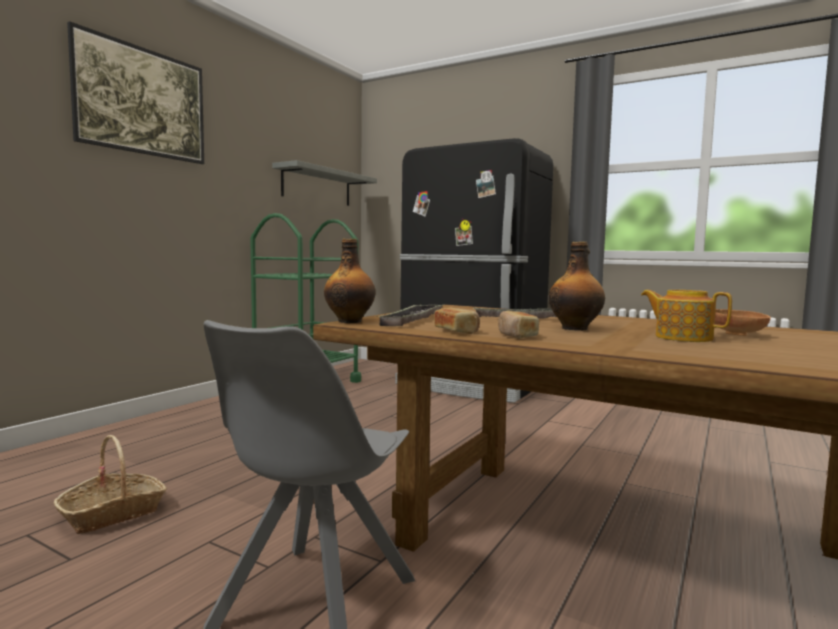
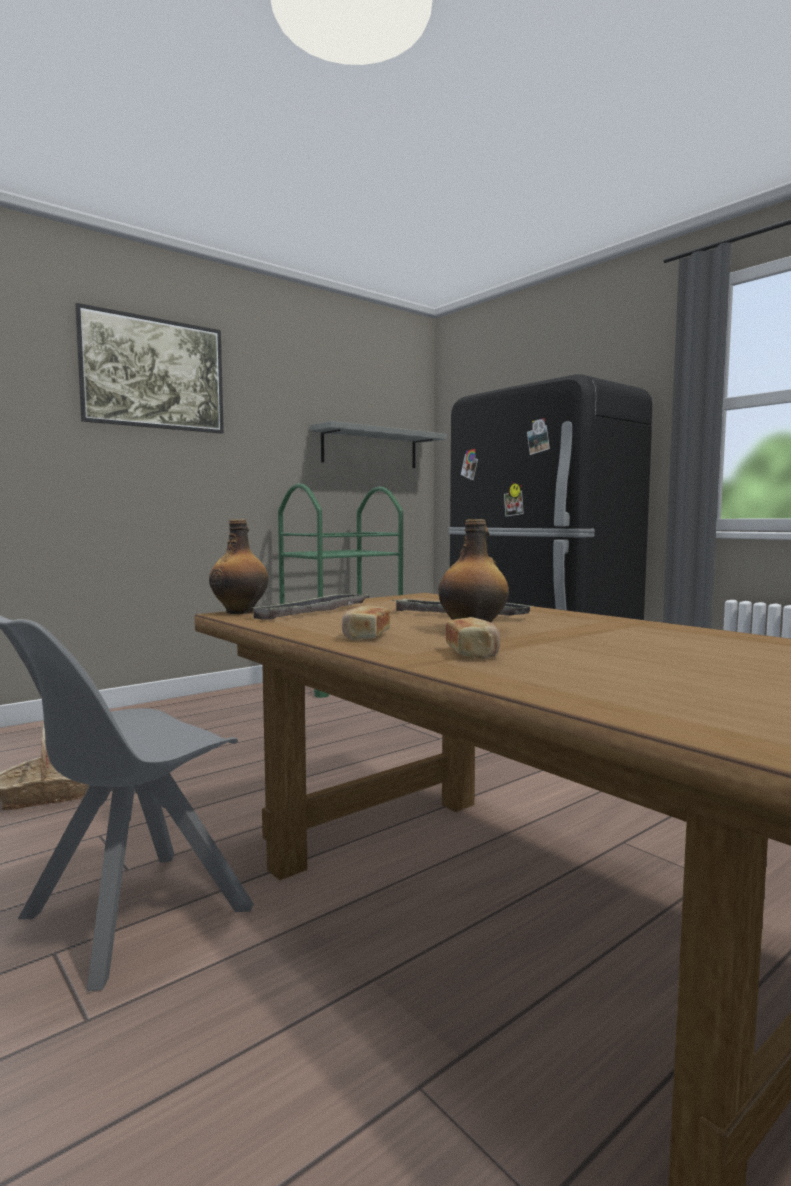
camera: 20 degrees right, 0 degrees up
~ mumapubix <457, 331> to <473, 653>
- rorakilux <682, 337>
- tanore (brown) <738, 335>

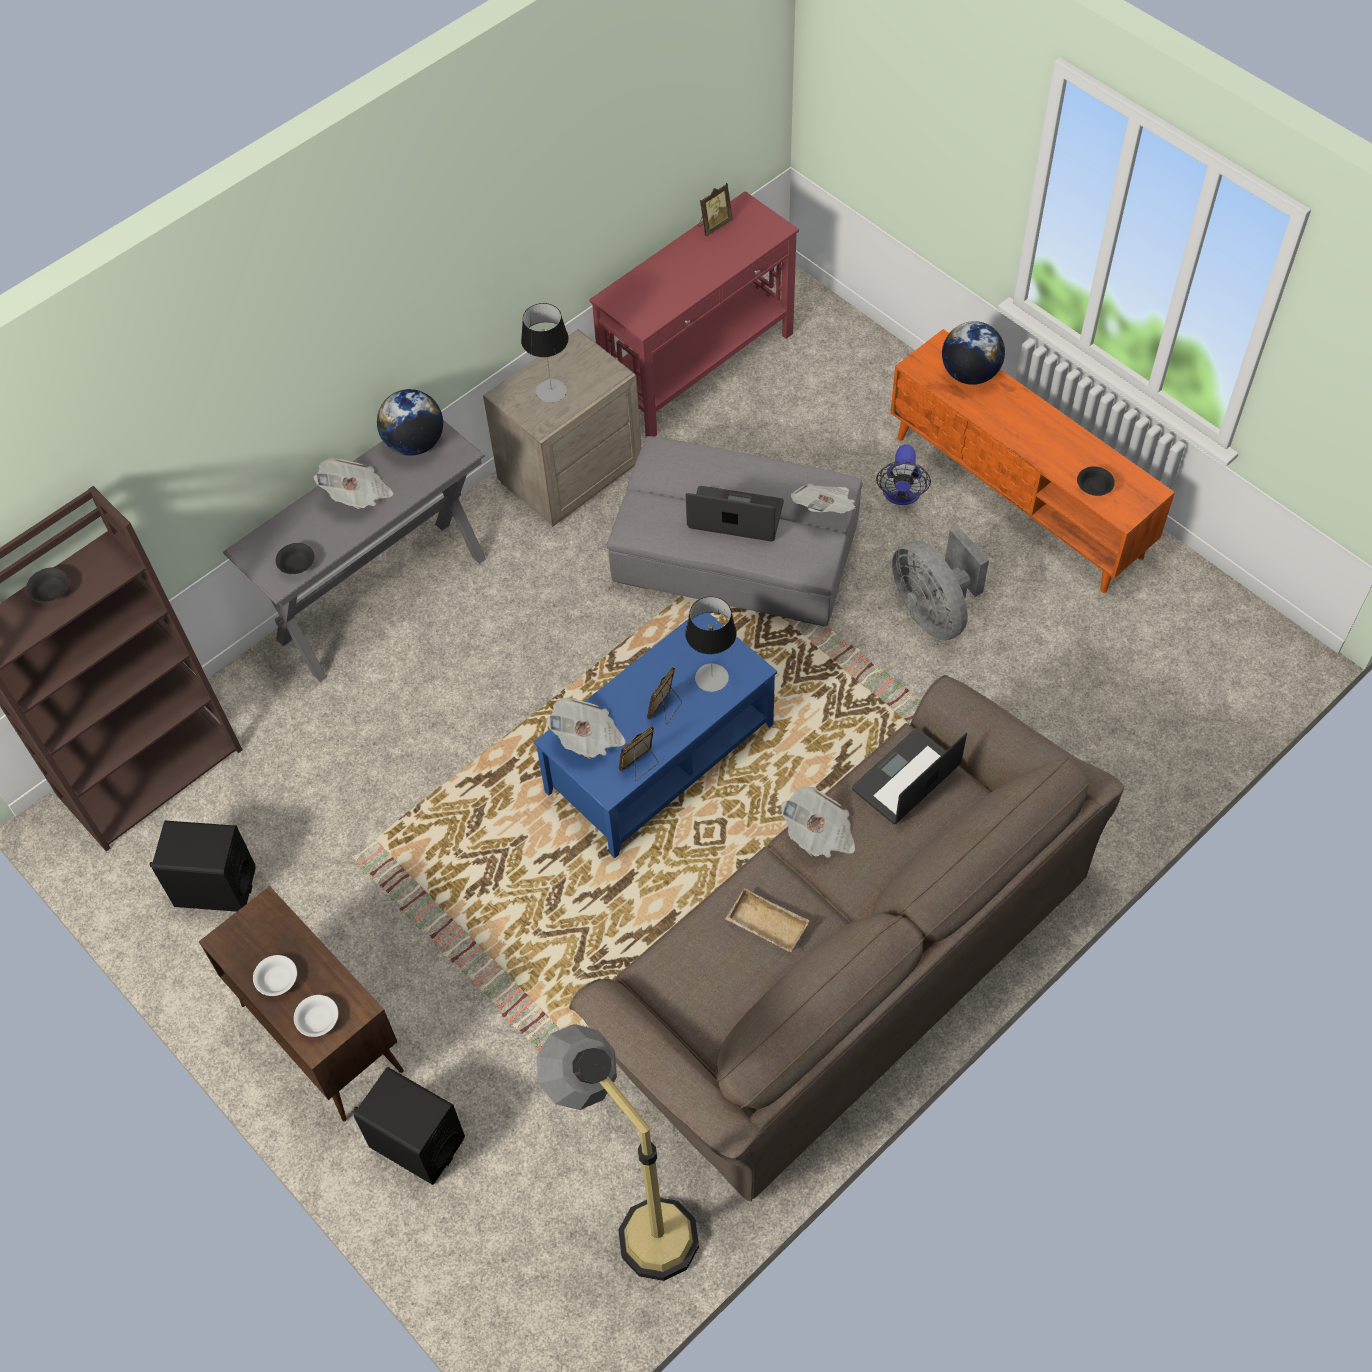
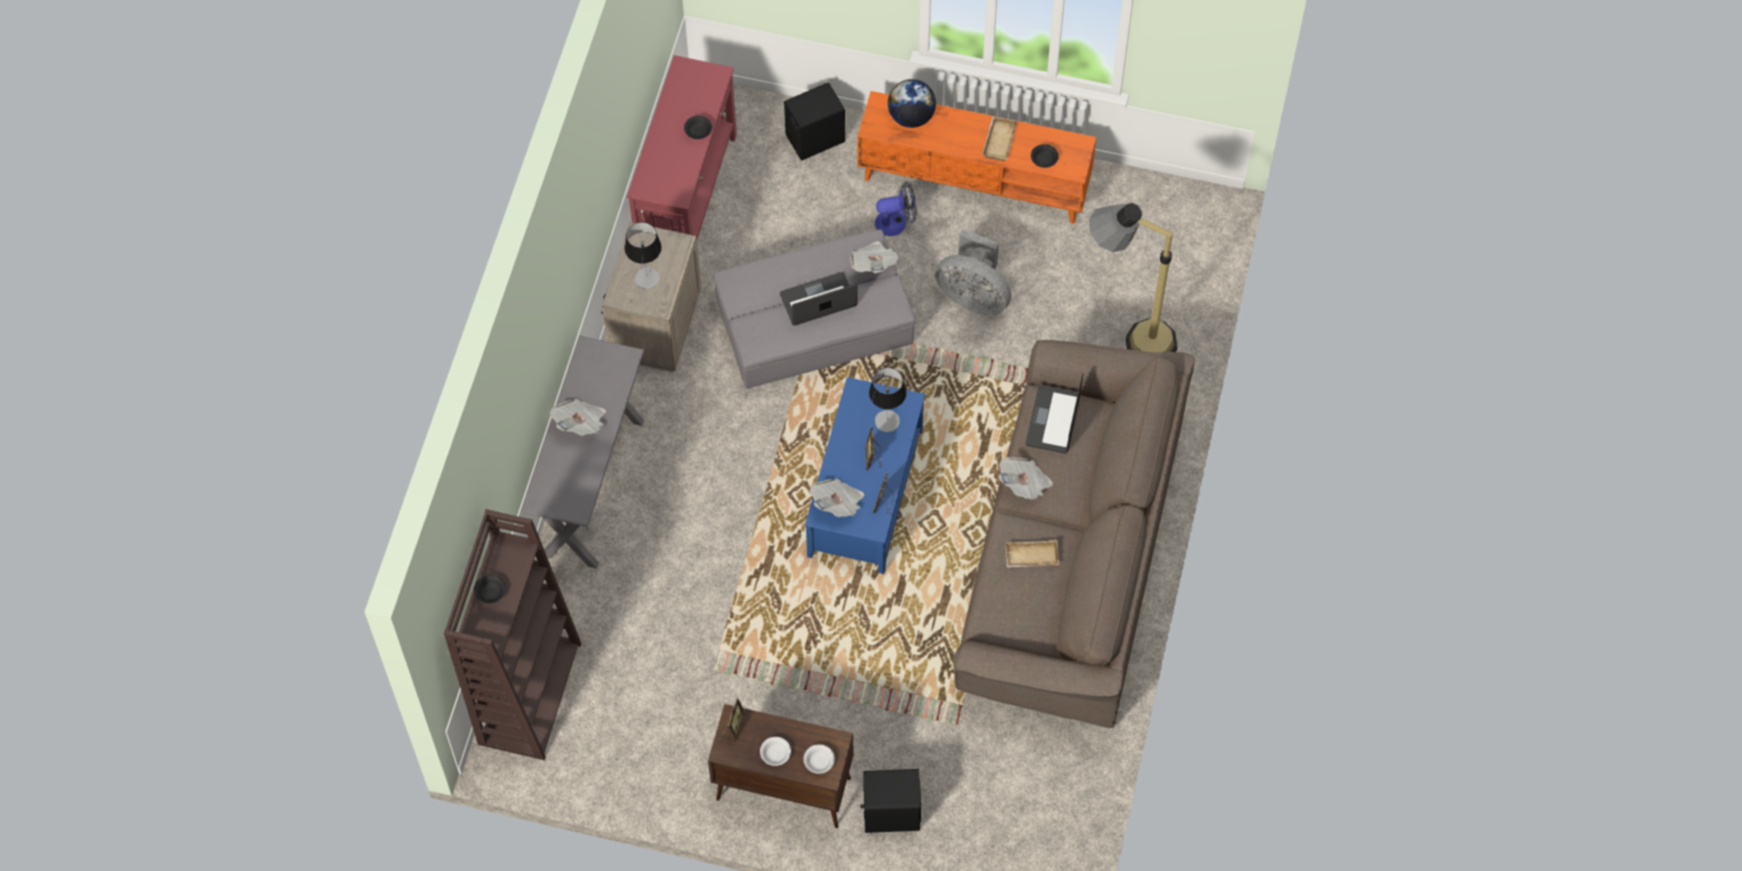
camera: 35 degrees left, 5 degrees up
~ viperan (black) <215, 887> to <814, 139>
~ tanore (black) <296, 565> to <698, 132>
- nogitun <414, 443>
~ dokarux <632, 1212> to <1127, 339>
~ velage <713, 225> to <733, 727>
~ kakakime <901, 495> = <896, 222> 75 degrees counterclockwise
+ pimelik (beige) <998, 140>

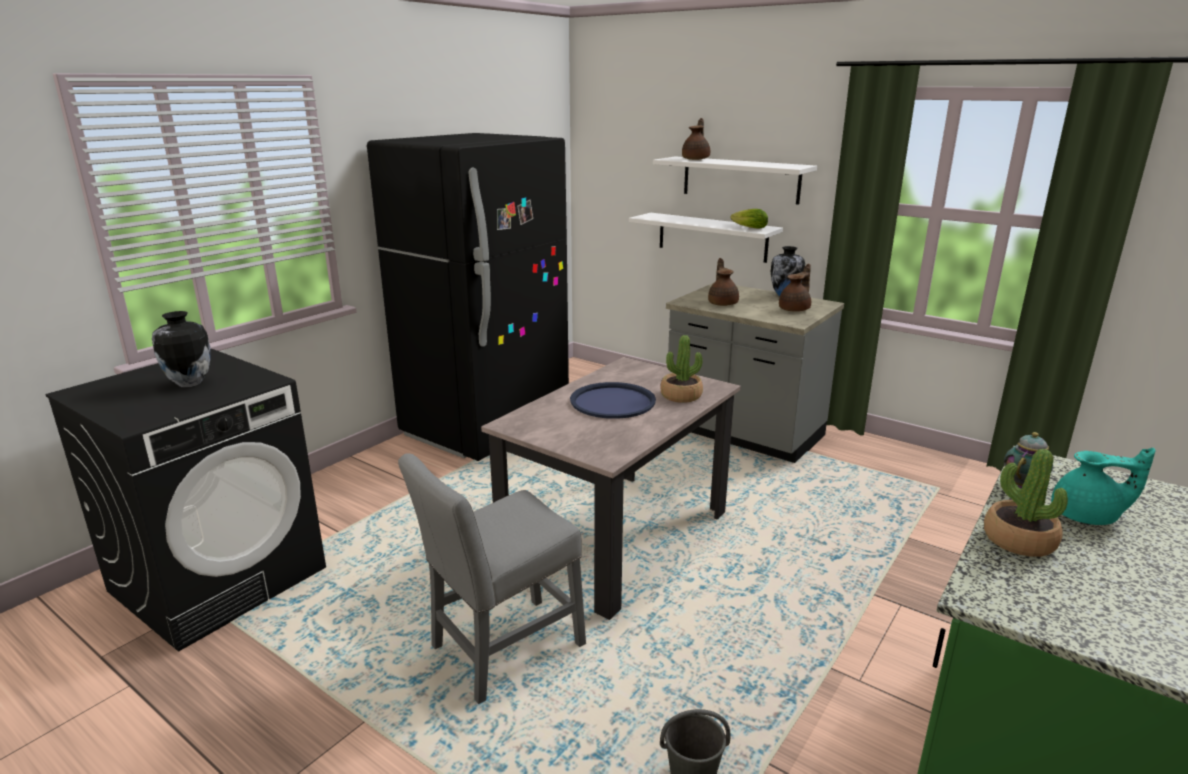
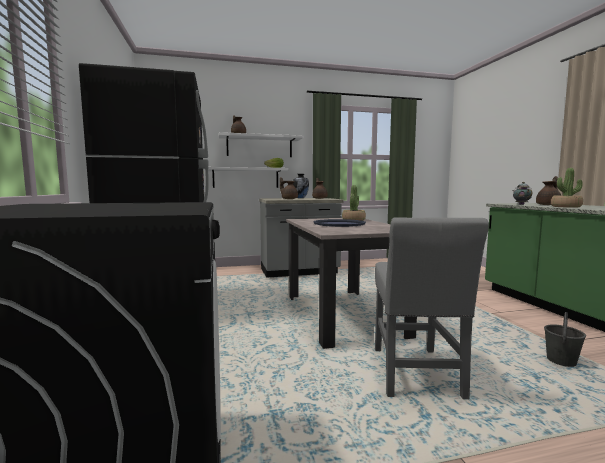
camera: 50 degrees left, 15 degrees down
- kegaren <189, 383>
~ rorakilux (turquoise) <1087, 516> to rorakilux (brown) <549, 205>

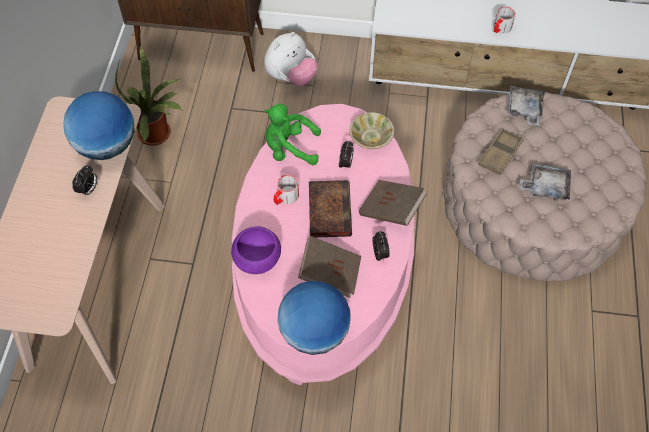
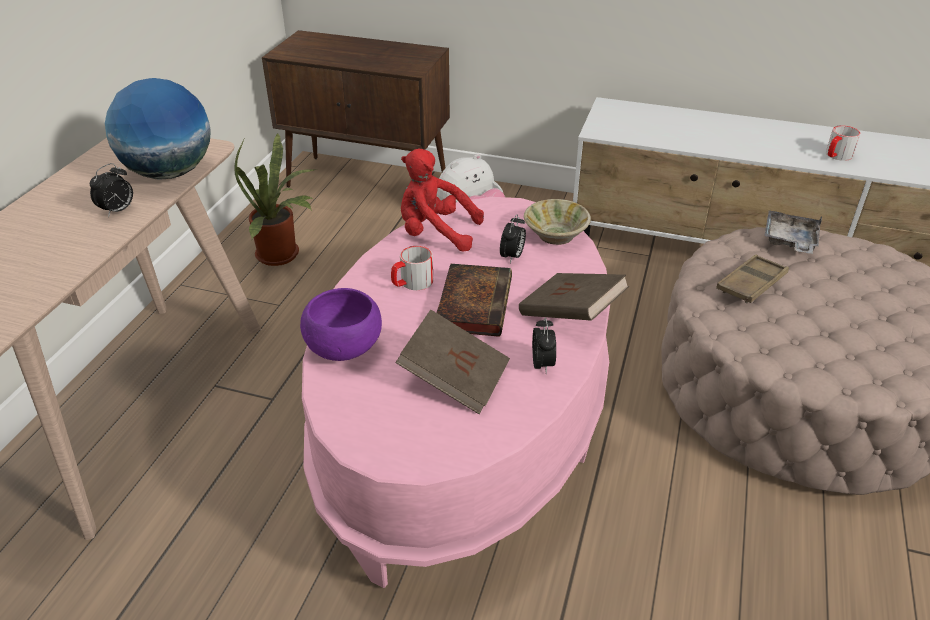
camera: 10 degrees right, 20 degrees down
~ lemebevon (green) <290, 148> to lemebevon (red) <435, 233>
- nogitun <314, 332>
~ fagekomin <500, 28> to <836, 156>
- pimelik (grey) <545, 186>

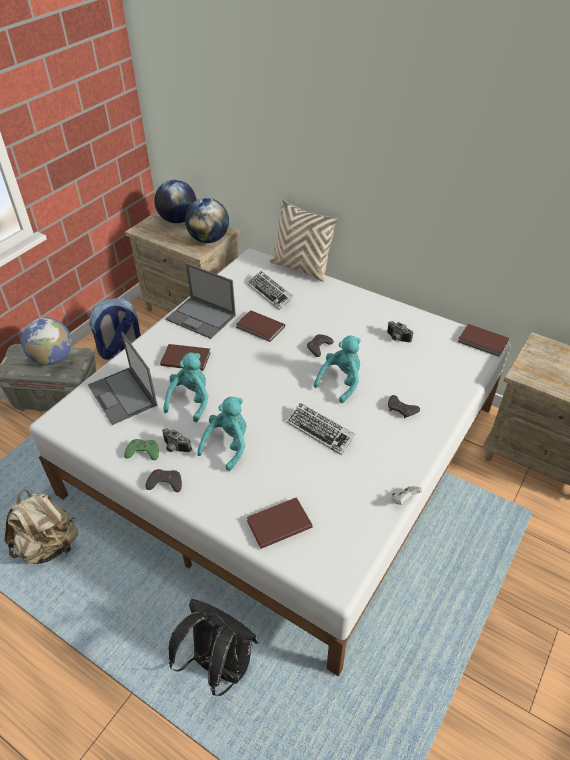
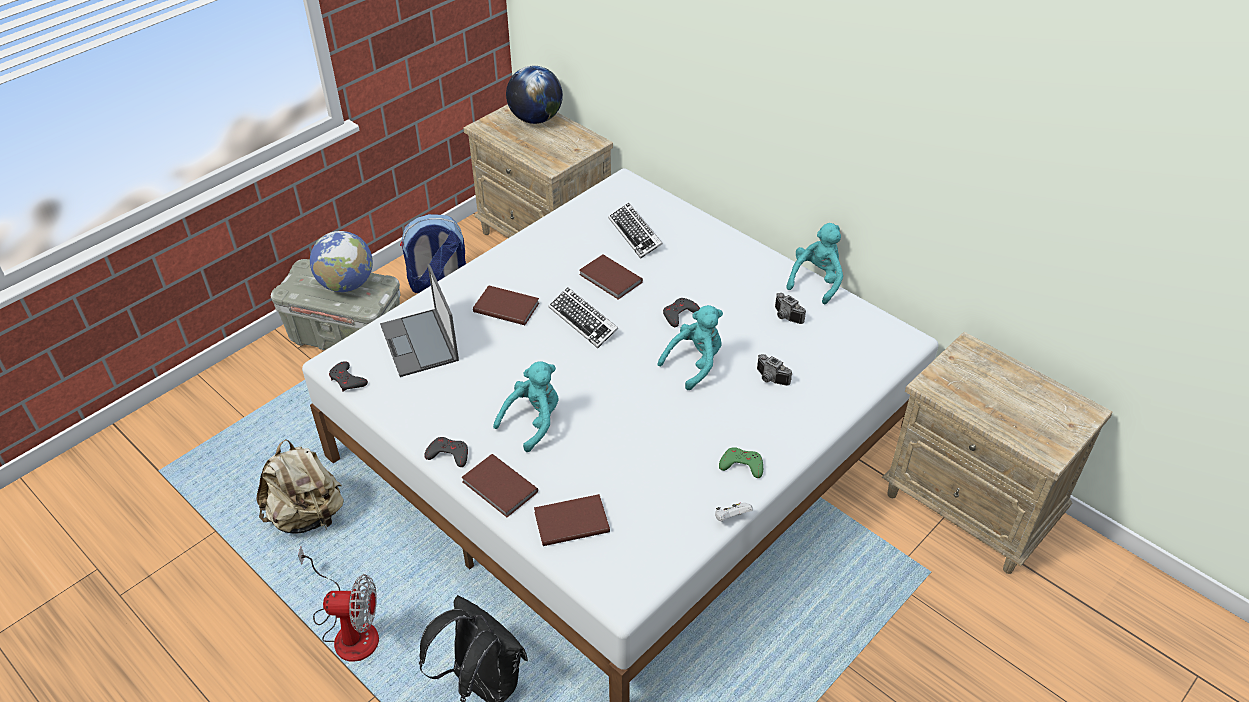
camera: 10 degrees right, 0 degrees up
~ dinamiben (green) <143, 452> to <741, 465>
~ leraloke <175, 448> to <770, 379>
~ lemebevon (turquoise) <190, 400> to <816, 281>
- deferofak <201, 318>
- nogitun <209, 239>
- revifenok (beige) <301, 268>
~ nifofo <320, 431> to <583, 321>
~ dinamiben (grey) <401, 409> to <347, 380>
~ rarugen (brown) <483, 342> to <499, 488>
+ kakakime <349, 630>

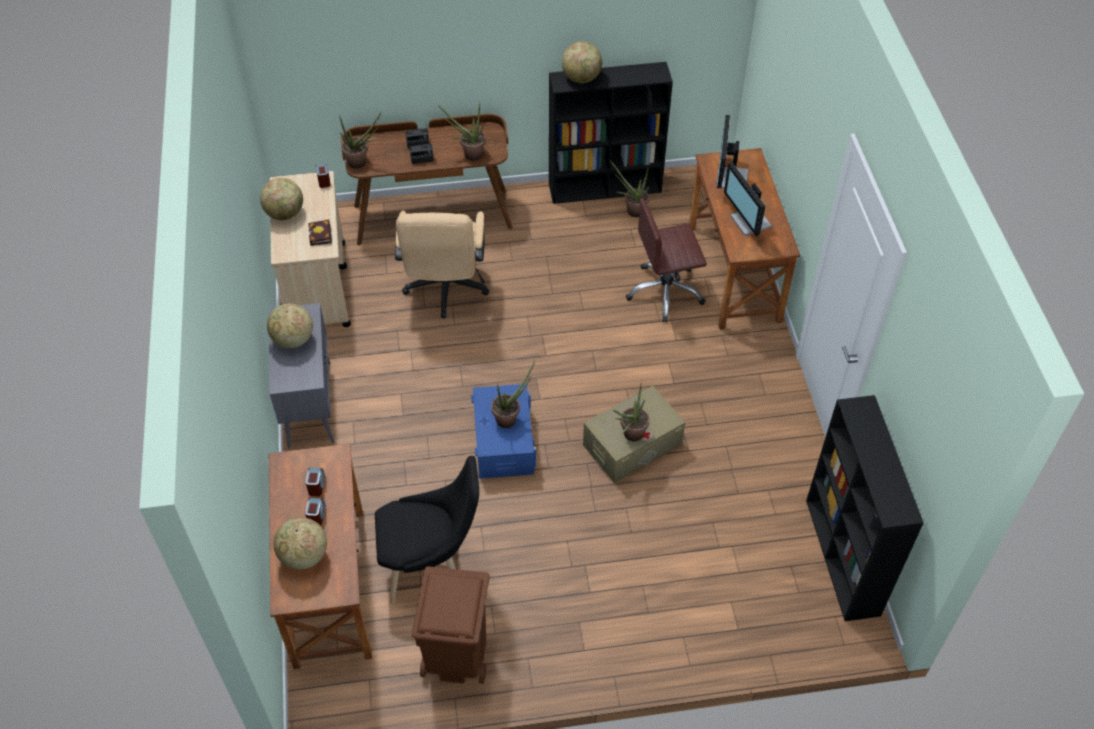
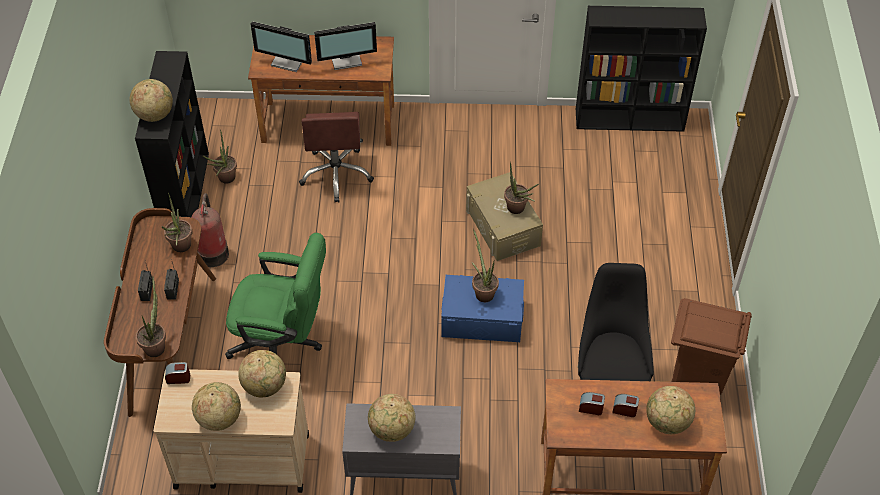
camera: 80 degrees left, 0 degrees up
~ rarugen <321, 236> to nogitun <265, 386>
~ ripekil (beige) <445, 290> to ripekil (green) <283, 343>
+ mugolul <213, 252>

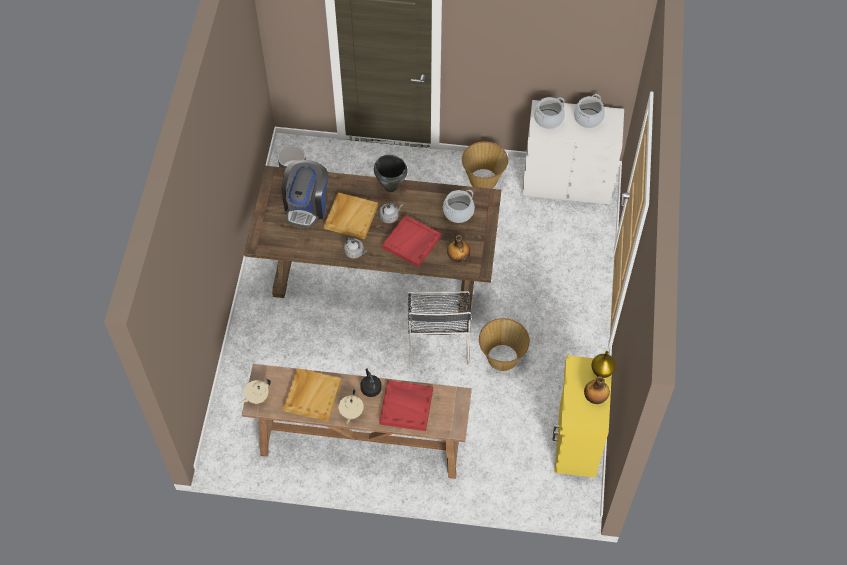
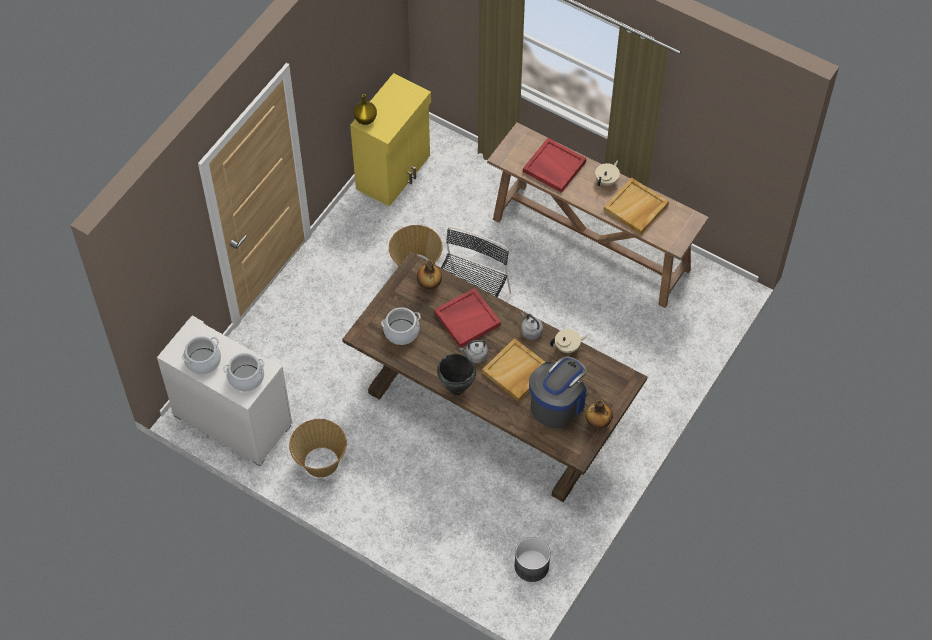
camera: 155 degrees left, 0 degrees up
~ rorakilux (beige) <256, 397> to <567, 347>
- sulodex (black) <370, 388>
~ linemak <595, 398> to <598, 422>

